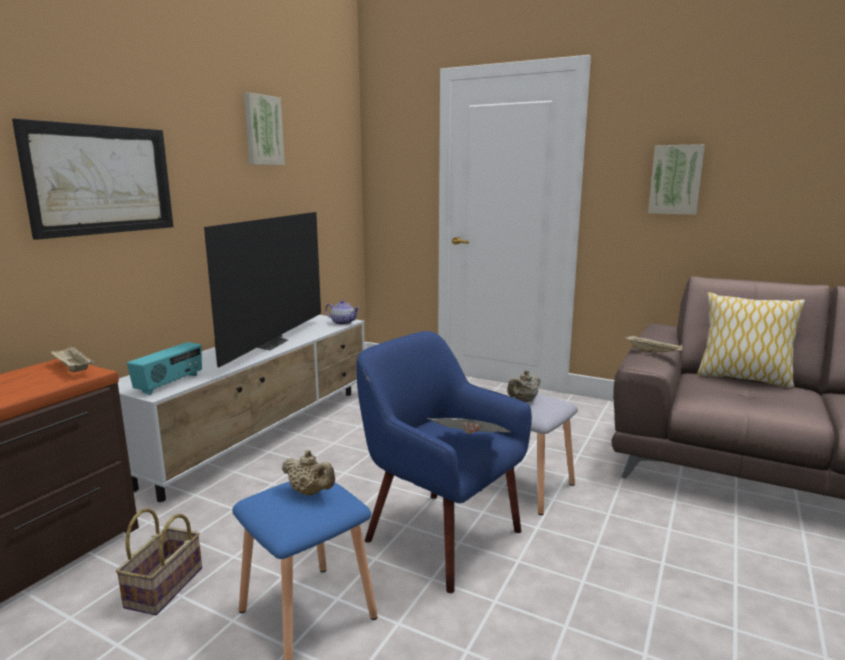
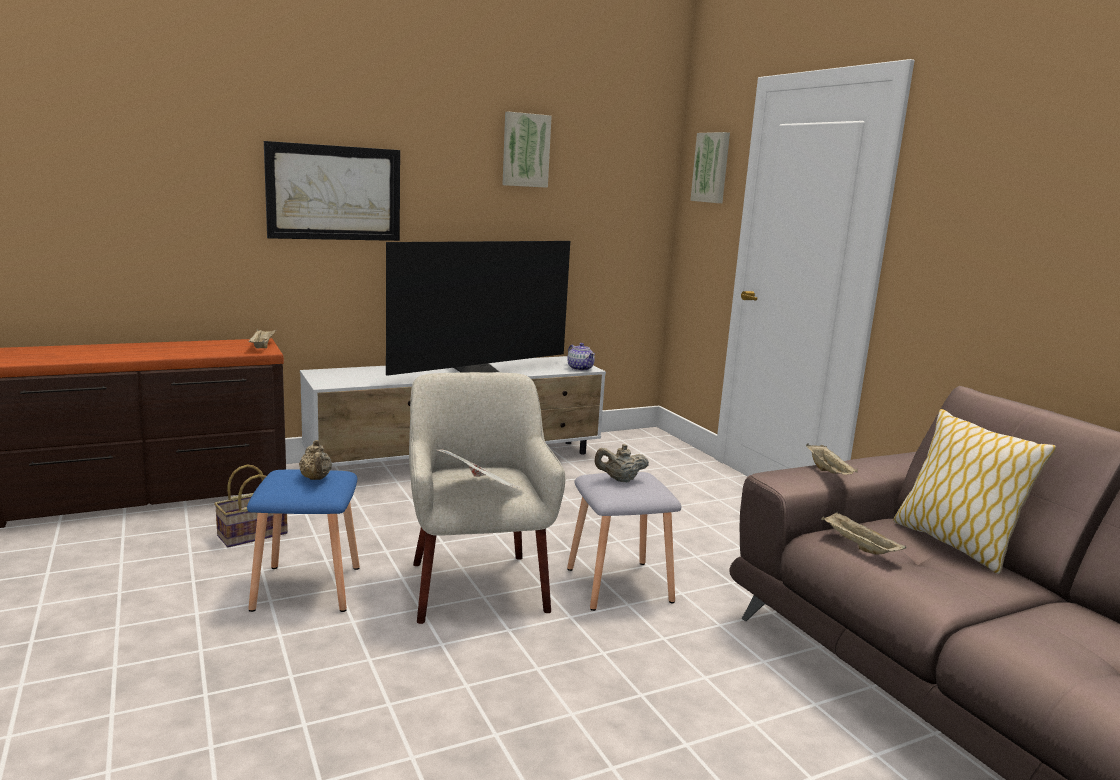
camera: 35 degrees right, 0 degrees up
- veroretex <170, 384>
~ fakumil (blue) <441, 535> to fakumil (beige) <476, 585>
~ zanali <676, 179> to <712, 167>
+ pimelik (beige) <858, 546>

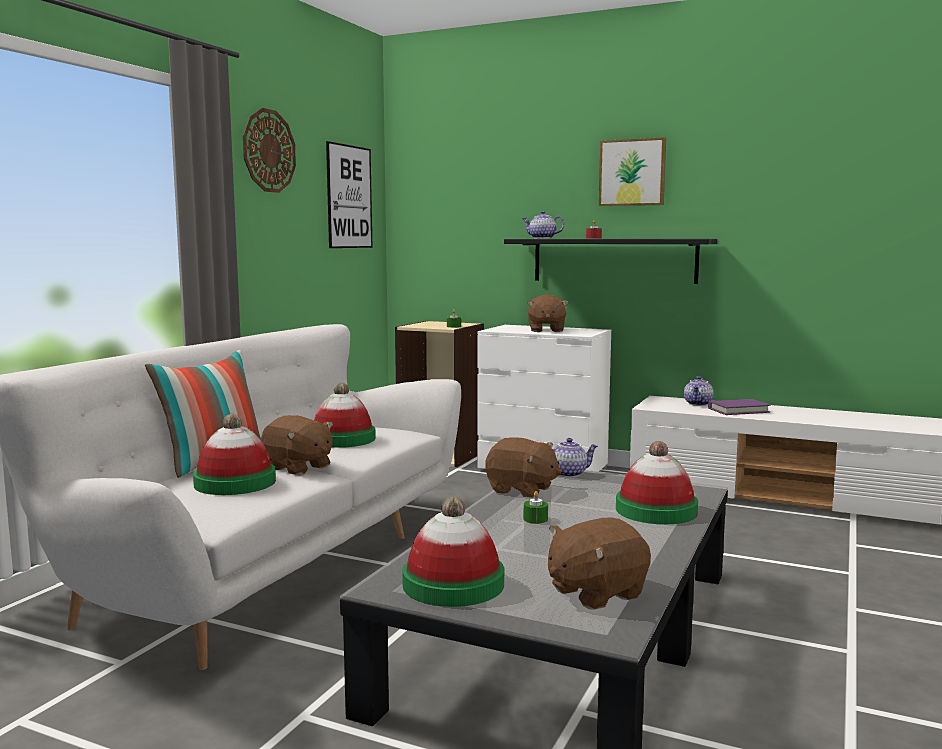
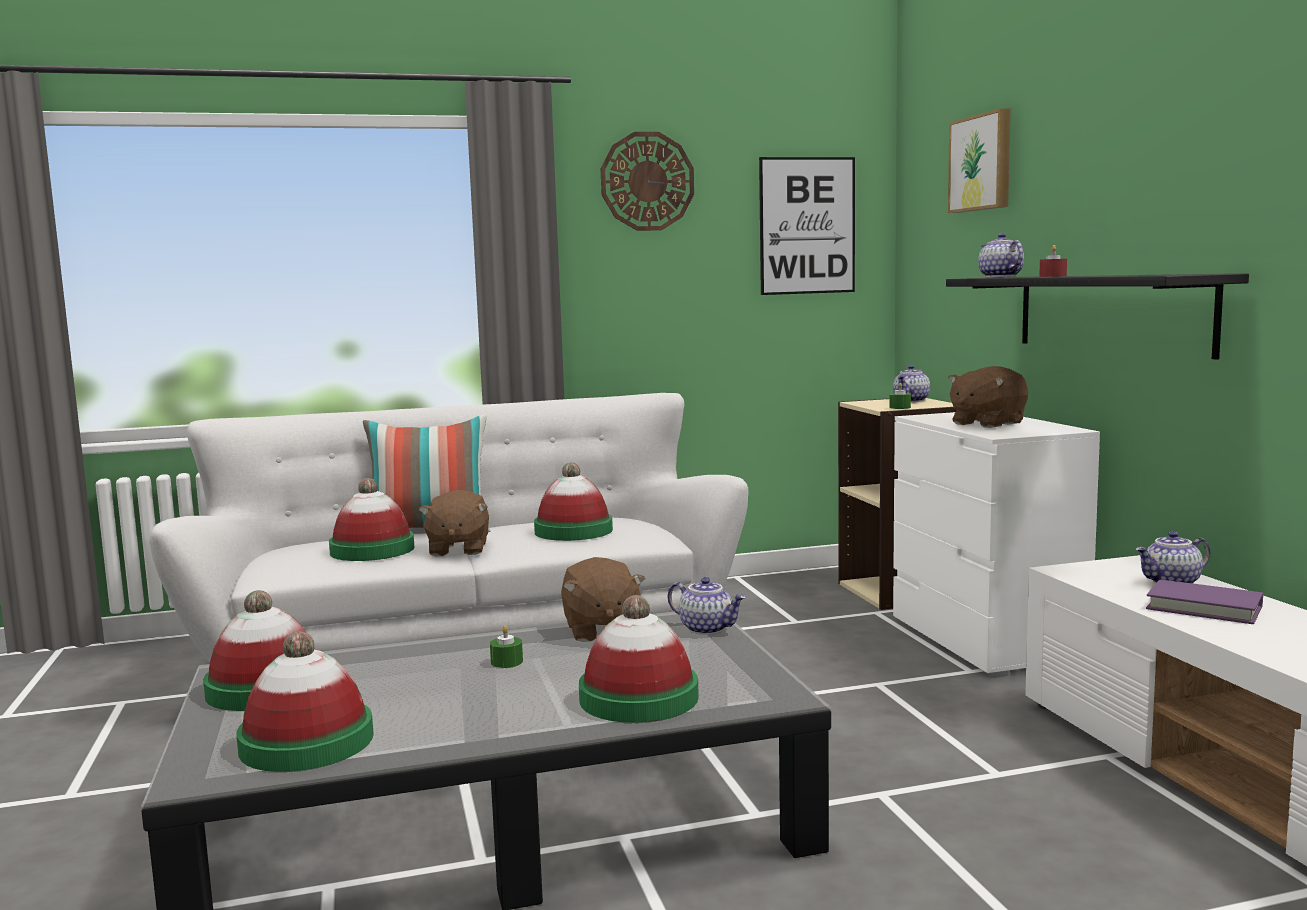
camera: 50 degrees right, 0 degrees up
~ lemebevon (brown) <595, 592> to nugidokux <307, 742>
~ zanali <632, 172> to <982, 163>
+ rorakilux <912, 401>

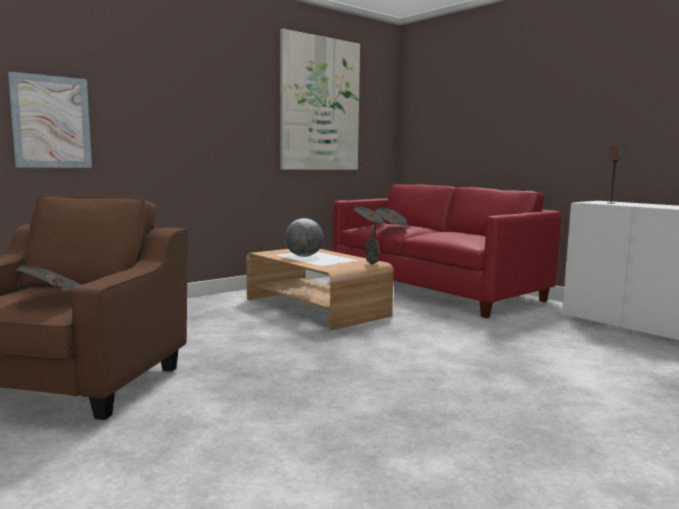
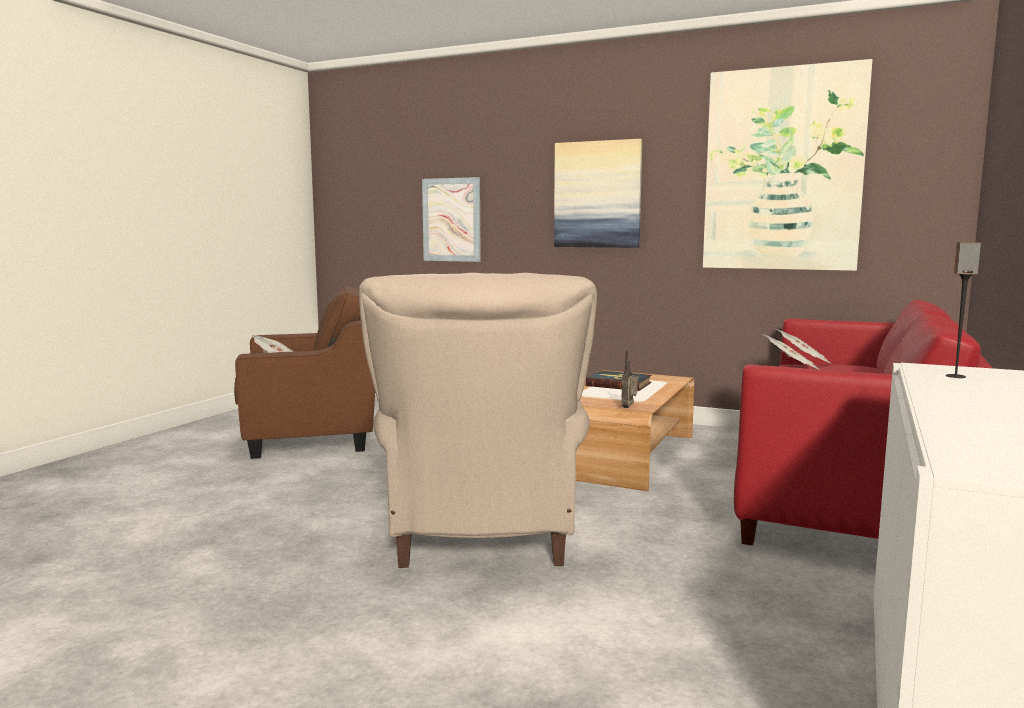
camera: 65 degrees right, 0 degrees up
~ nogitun <303, 256> to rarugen <619, 384>
+ fakumil (beige) <482, 534>
+ zanali <597, 194>

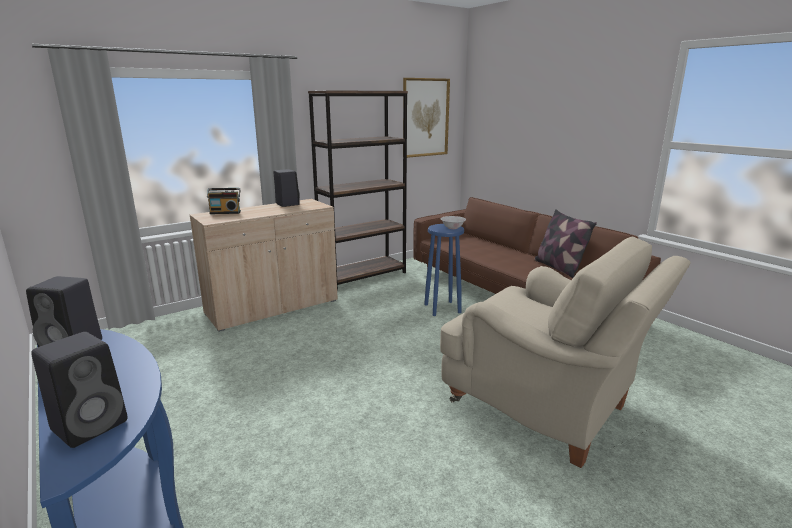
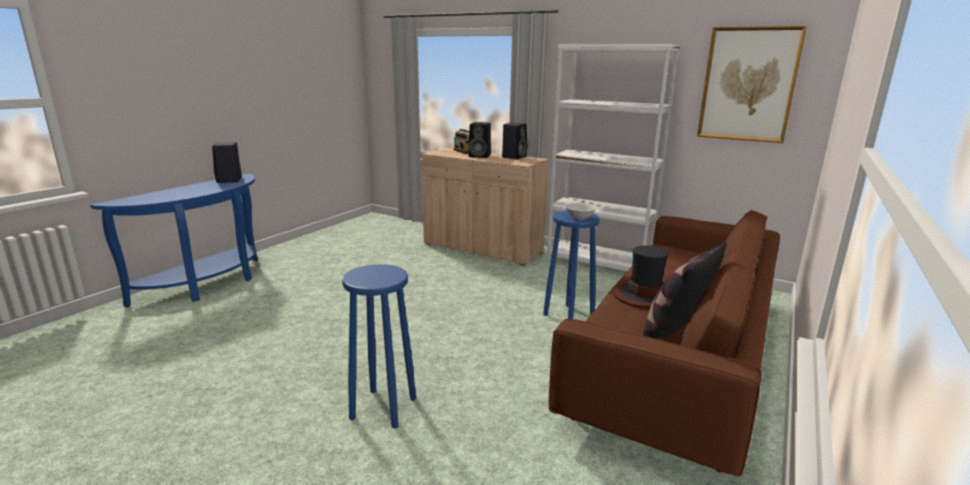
camera: 65 degrees right, 0 degrees up
~ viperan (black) <92, 424> to <480, 156>
~ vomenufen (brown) <363, 276> to vomenufen (white) <598, 264>
~ fakumil (beige) <545, 409> to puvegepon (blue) <382, 408>
+ nugidokux <644, 295>

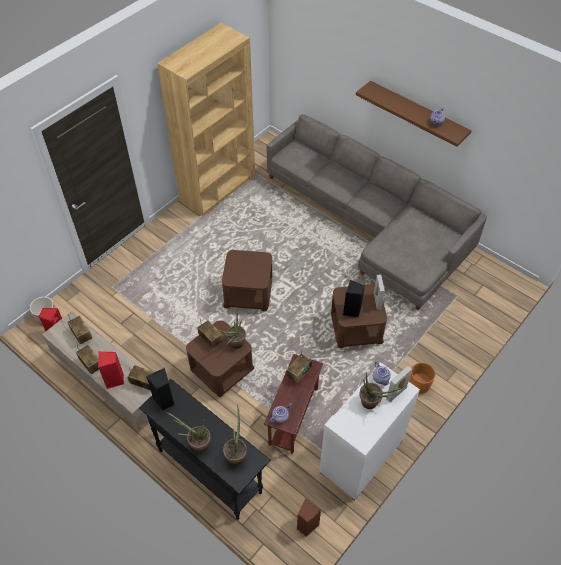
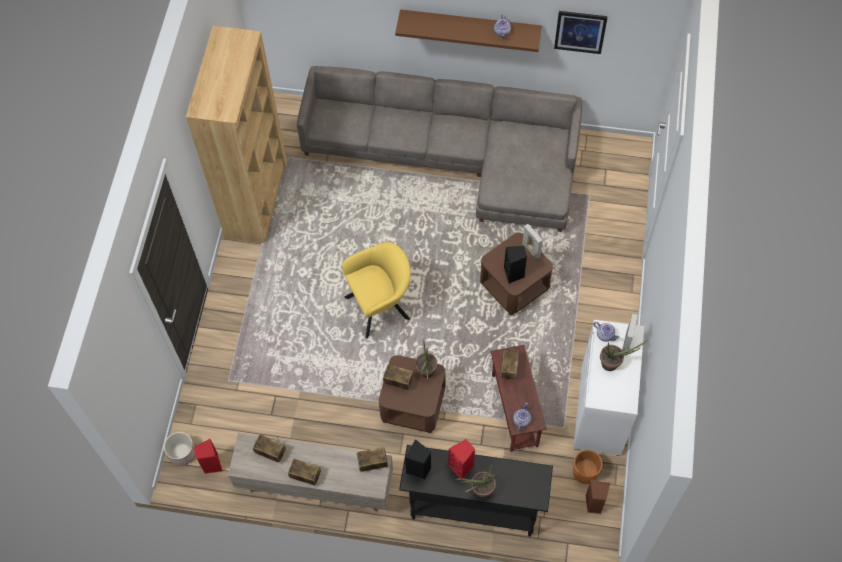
camera: 30 degrees left, 10 degrees up
~ viperan (red) <115, 380> to <462, 467>
~ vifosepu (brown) <248, 293> to fakumil (yellow) <381, 306>
- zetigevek <236, 454>
~ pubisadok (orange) <419, 385> to <585, 472>
+ zanali <580, 31>

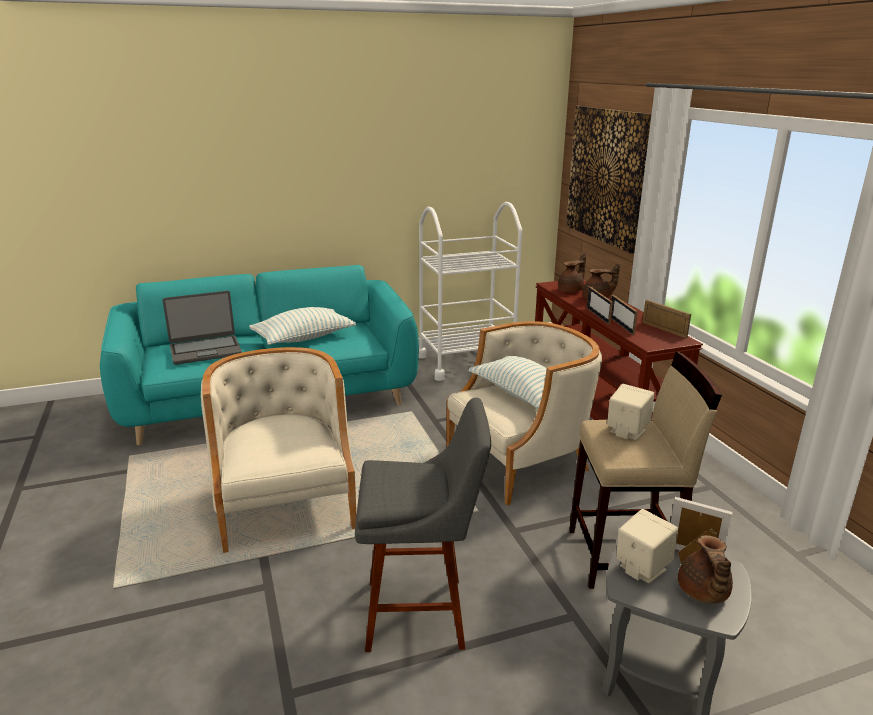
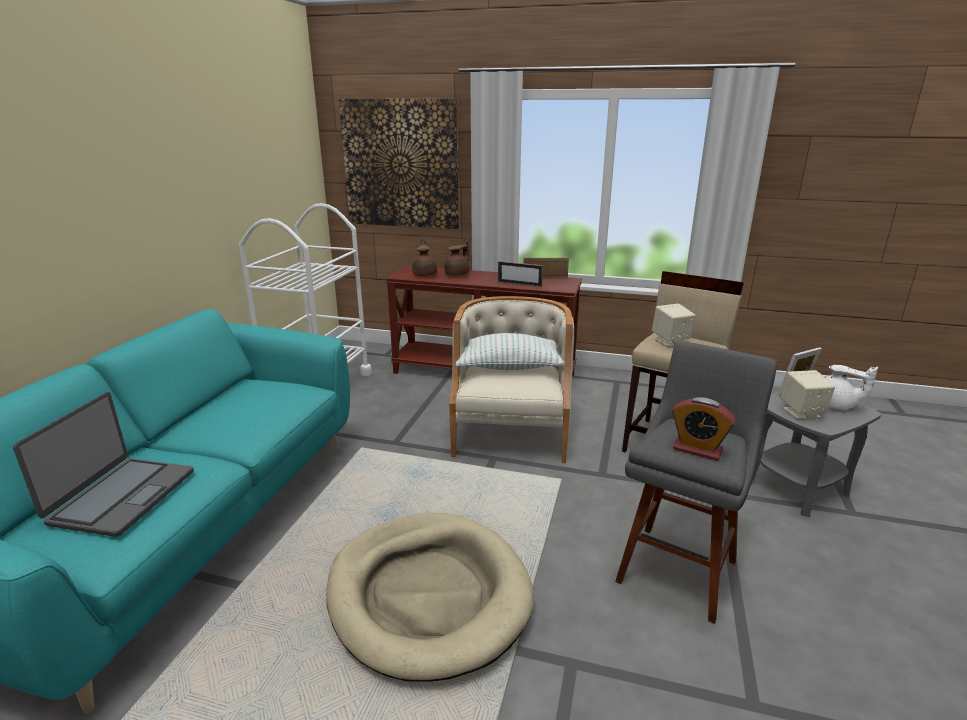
camera: 55 degrees left, 0 degrees up
~ fakumil (beige) <285, 503> to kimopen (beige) <428, 595>
- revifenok <303, 338>
- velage <597, 316>
~ rorakilux (brown) <703, 593> to rorakilux (white) <836, 405>
+ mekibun <697, 449>

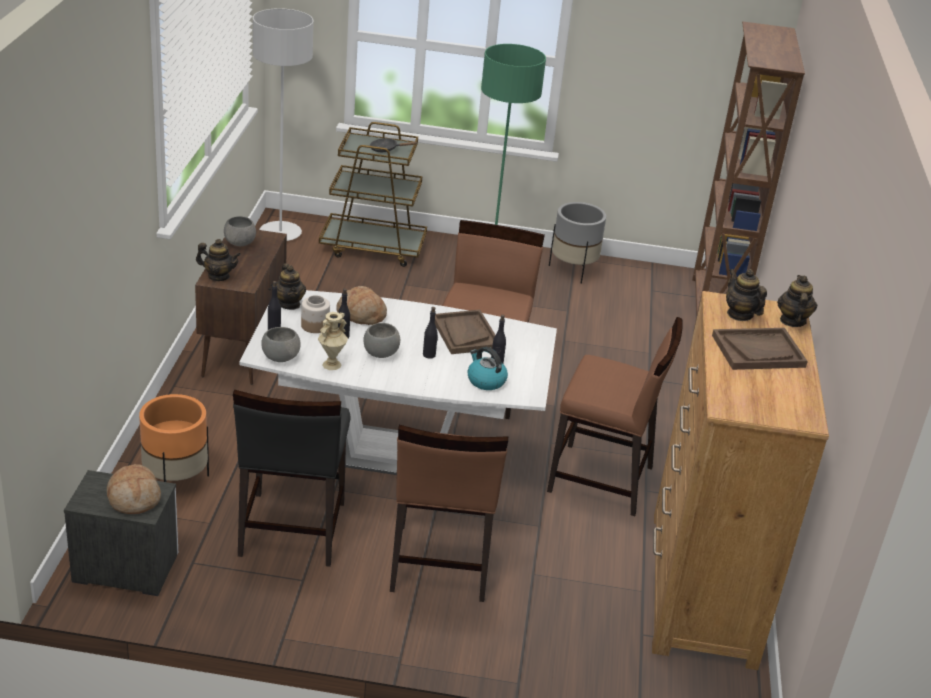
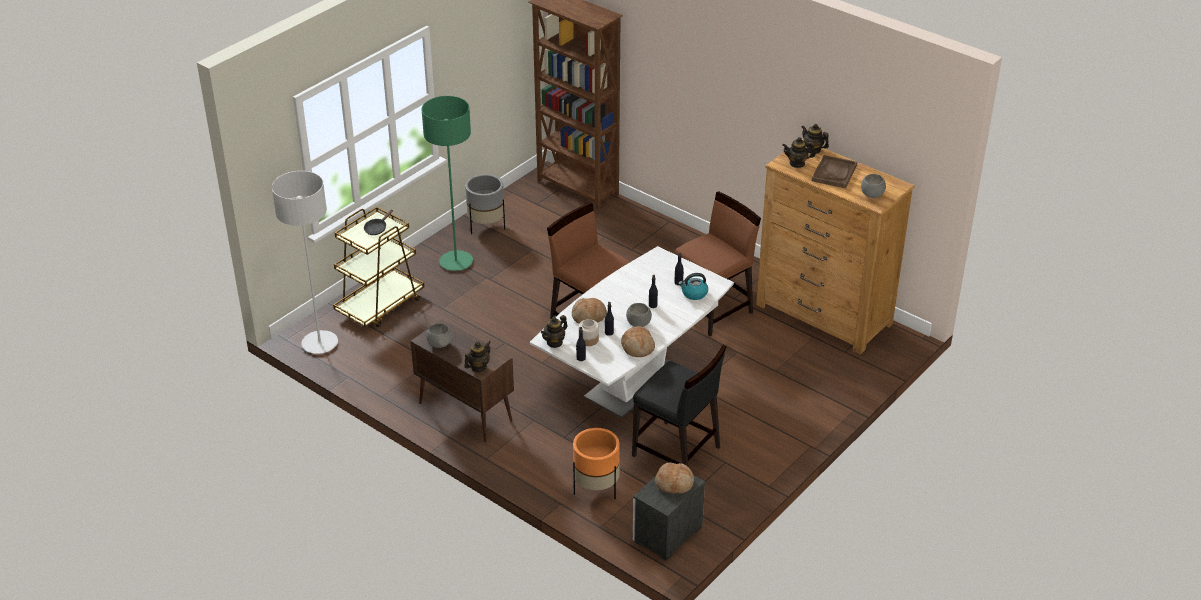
camera: 55 degrees left, 5 degrees up
~ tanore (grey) <280, 357> to <871, 195>
~ rorakilux <289, 304> = <554, 342> 120 degrees clockwise
~ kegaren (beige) <332, 365> to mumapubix <637, 347>
- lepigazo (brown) <439, 563>
- pimelik (brown) <465, 334>

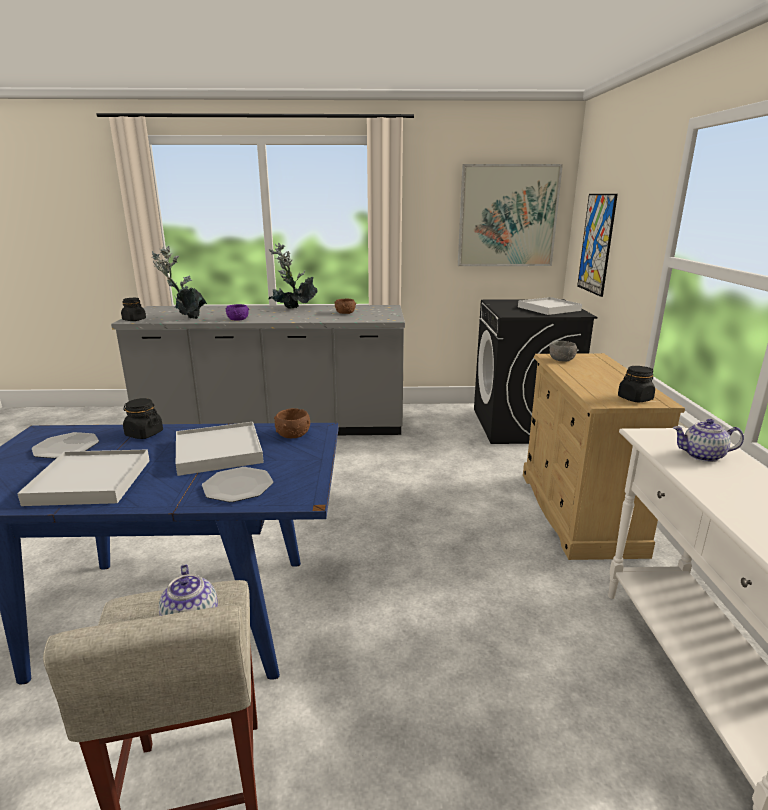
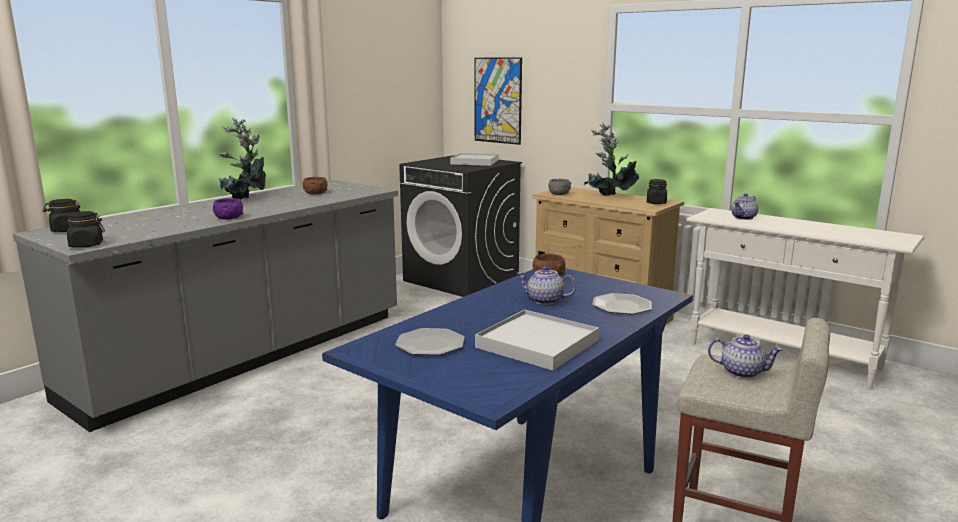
camera: 50 degrees left, 5 degrees down
~ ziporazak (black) <144, 434> to <66, 230>
~ zetigevek <186, 319> to <609, 197>
~ pimelik (white) <218, 452> to rorakilux <544, 300>
- zanali <507, 216>

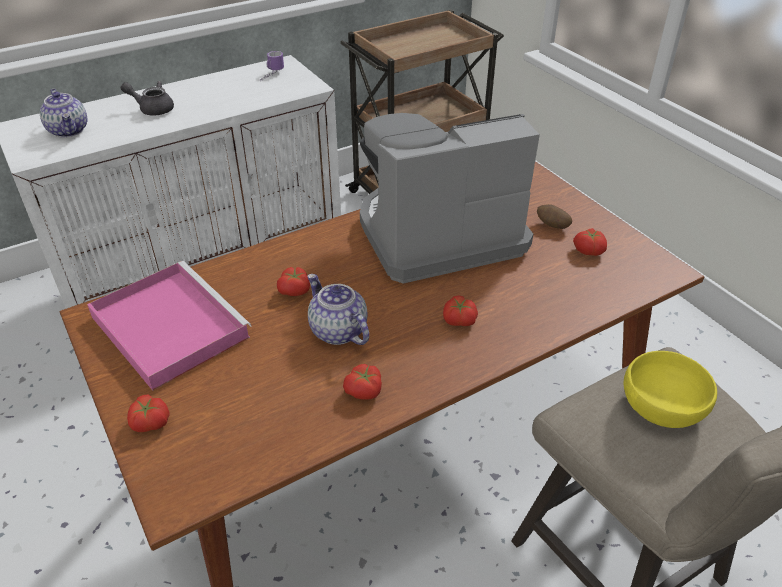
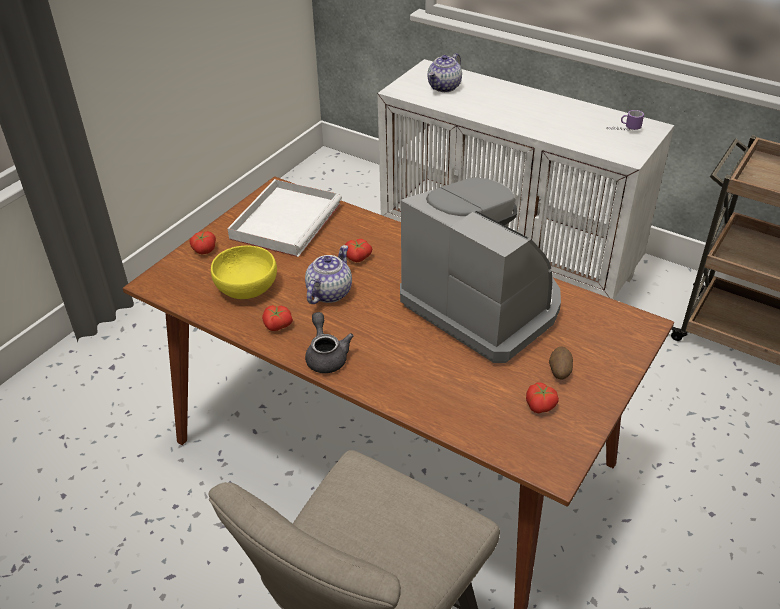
camera: 65 degrees right, 0 degrees up
~ pimelik (pink) <167, 326> to pimelik (white) <286, 220>
~ rorakilux (grey) <153, 109> to <326, 356>
- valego <458, 321>
~ tanore (yellow) <663, 407> to <246, 288>

